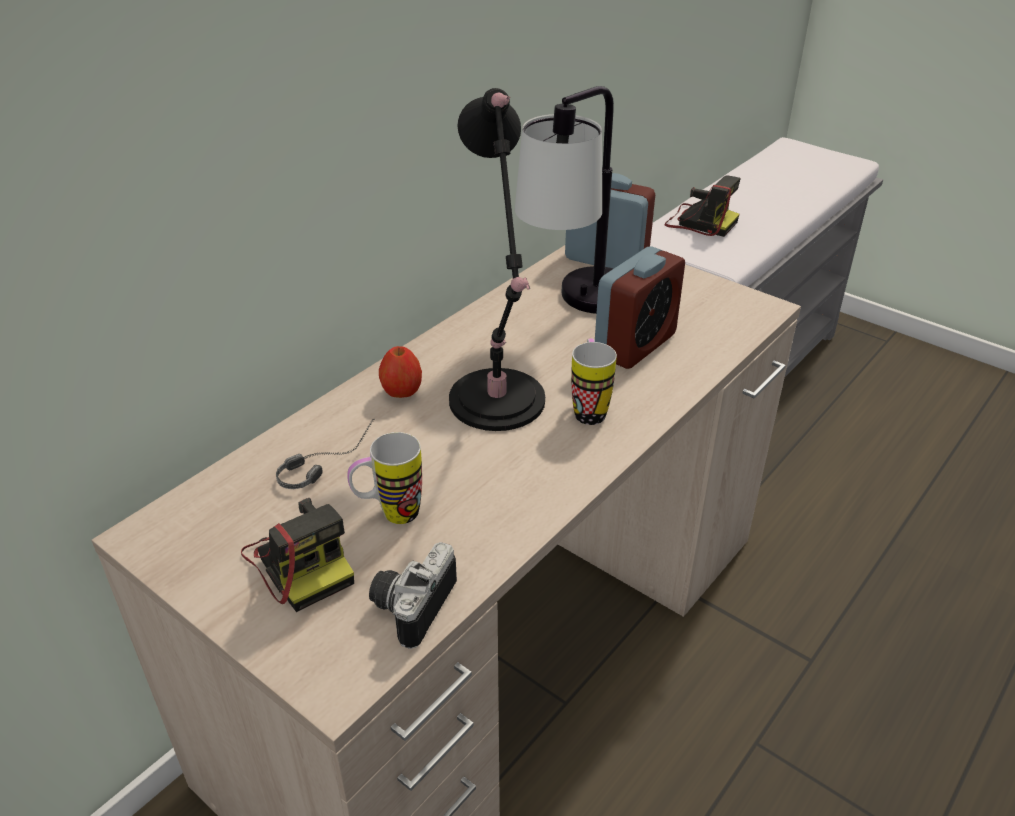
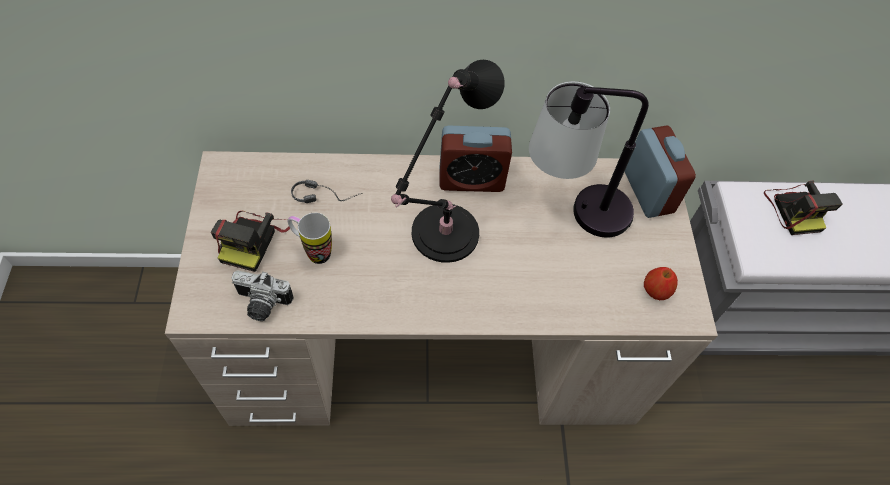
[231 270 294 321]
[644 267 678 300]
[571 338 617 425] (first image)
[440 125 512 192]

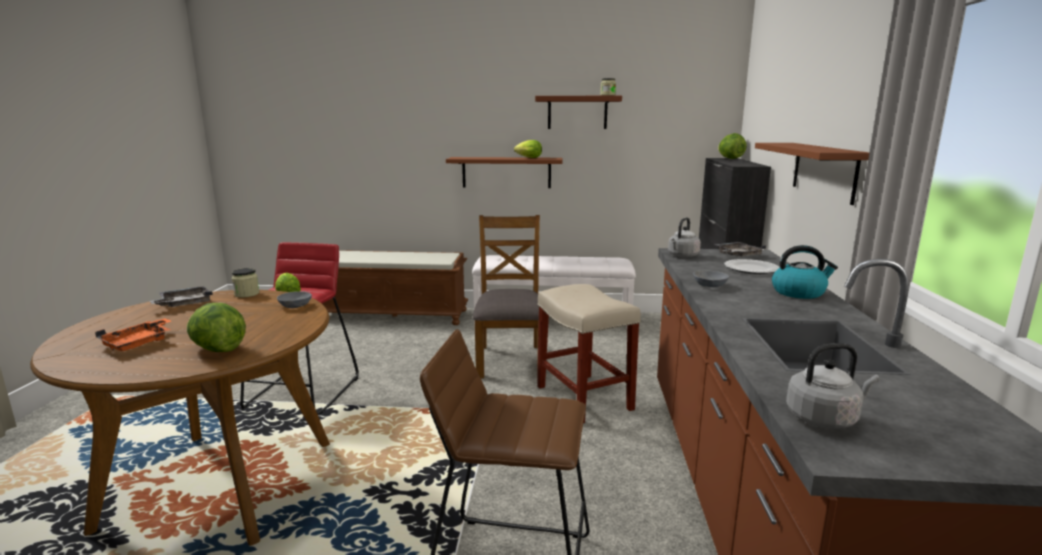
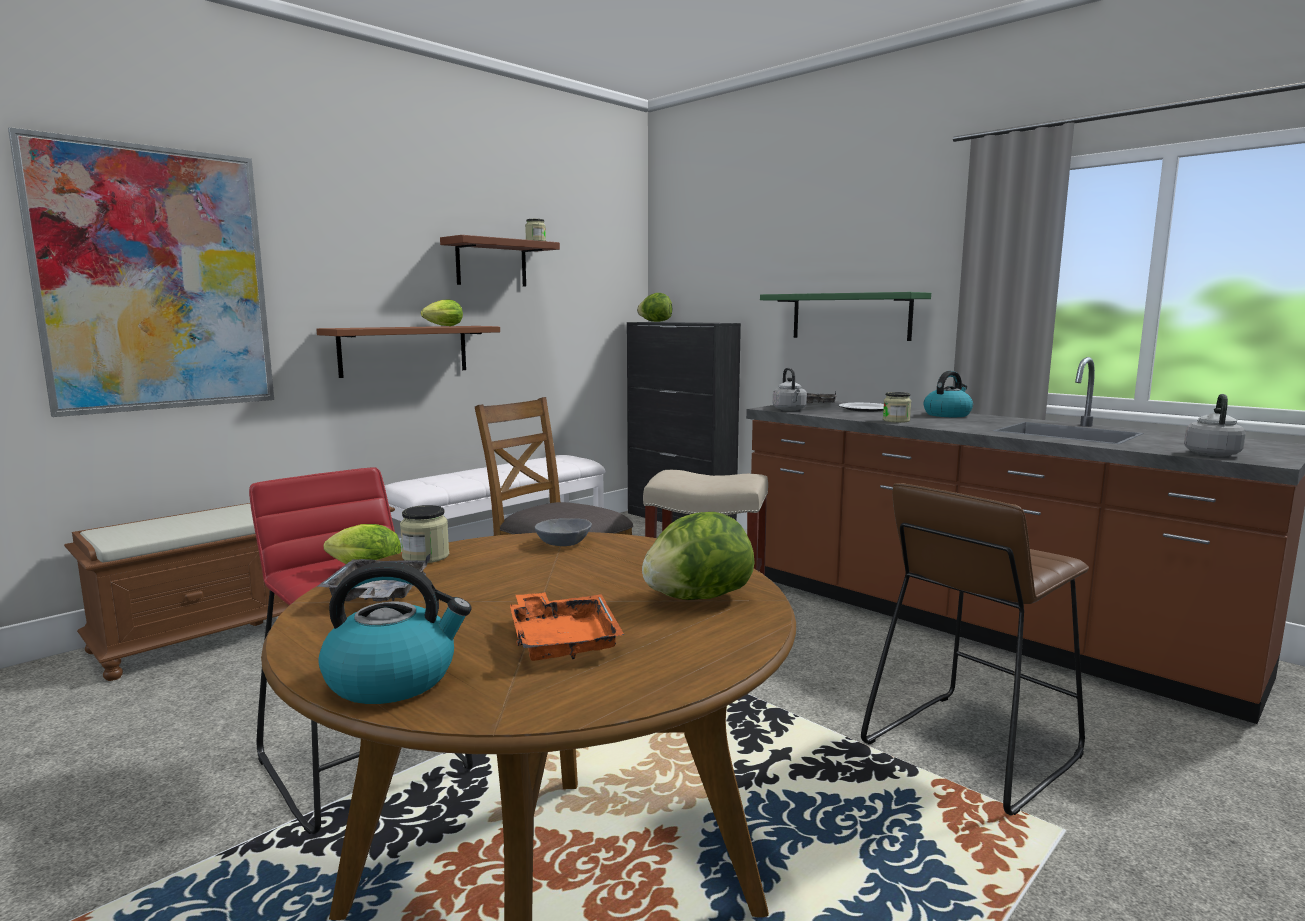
[883 392 911 423]
[760 292 931 341]
[8 127 274 417]
[318 562 472 704]

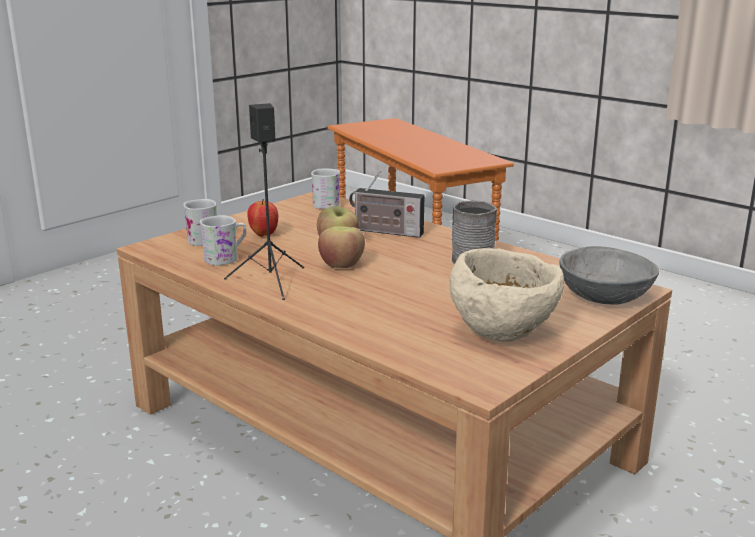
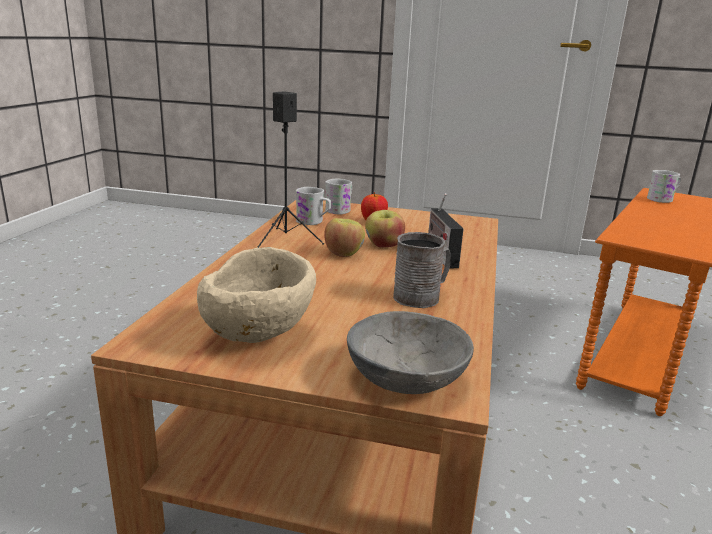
[647 170 681 203]

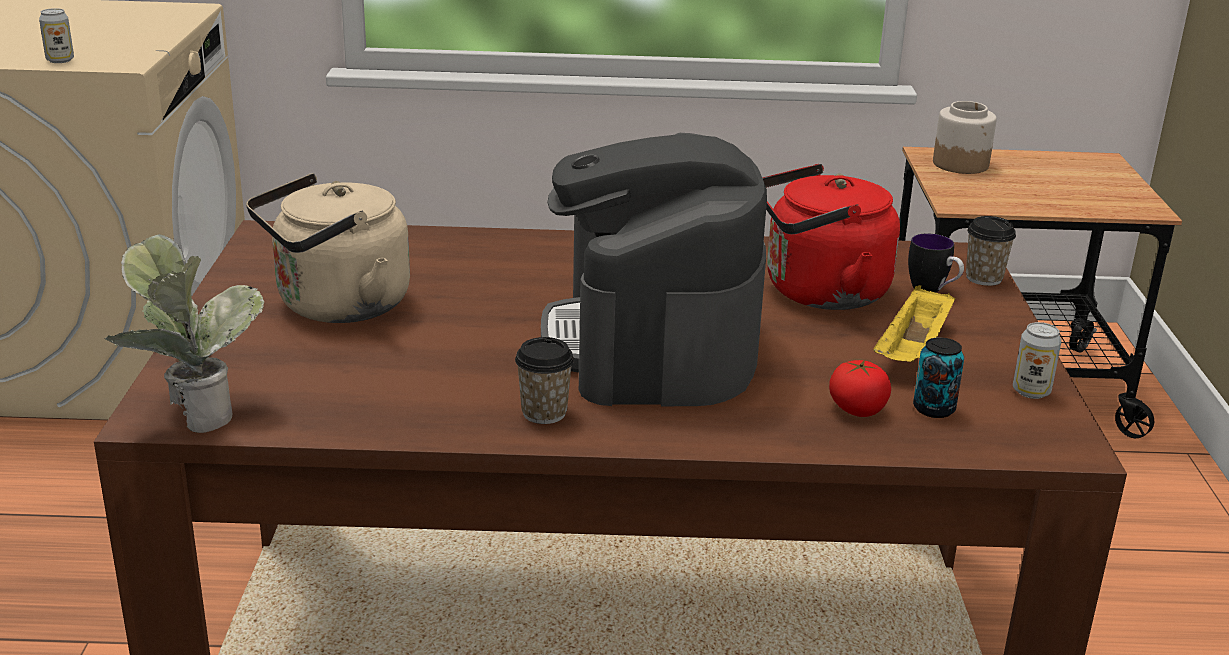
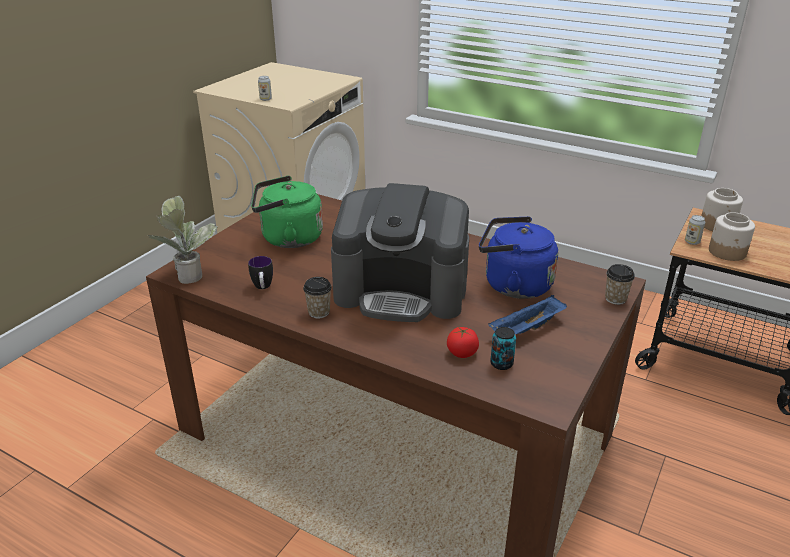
[251 176 323 248]
[331 183 469 322]
[479 216 558 299]
[488 295 567 334]
[248 256 273 289]
[685 215 705 245]
[709 212 755 261]

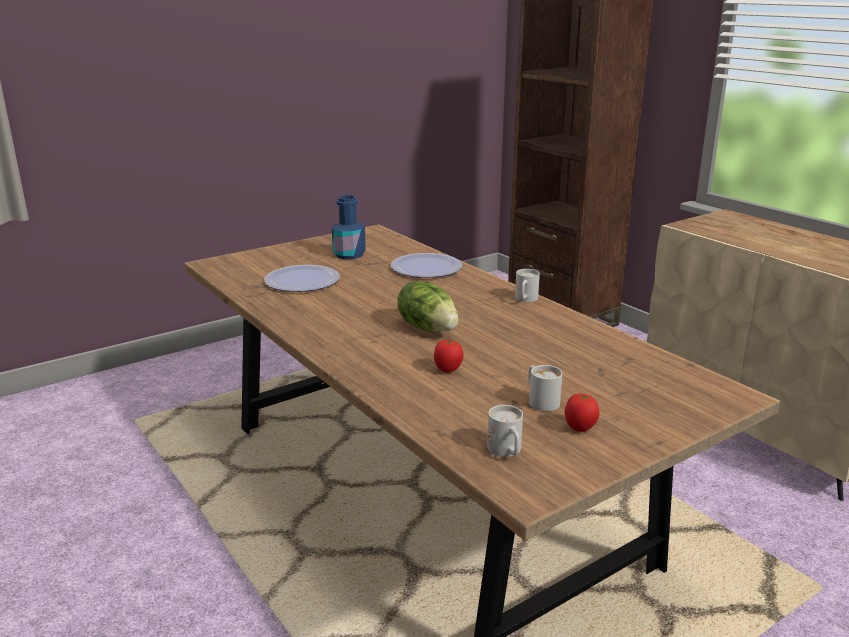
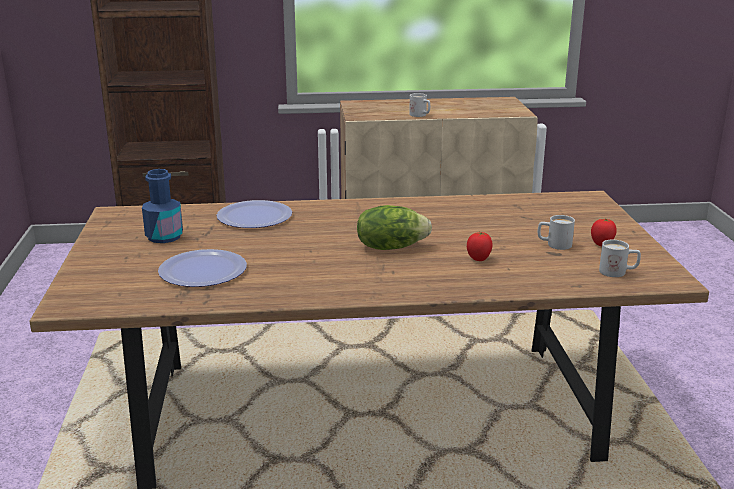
[409 93 430 117]

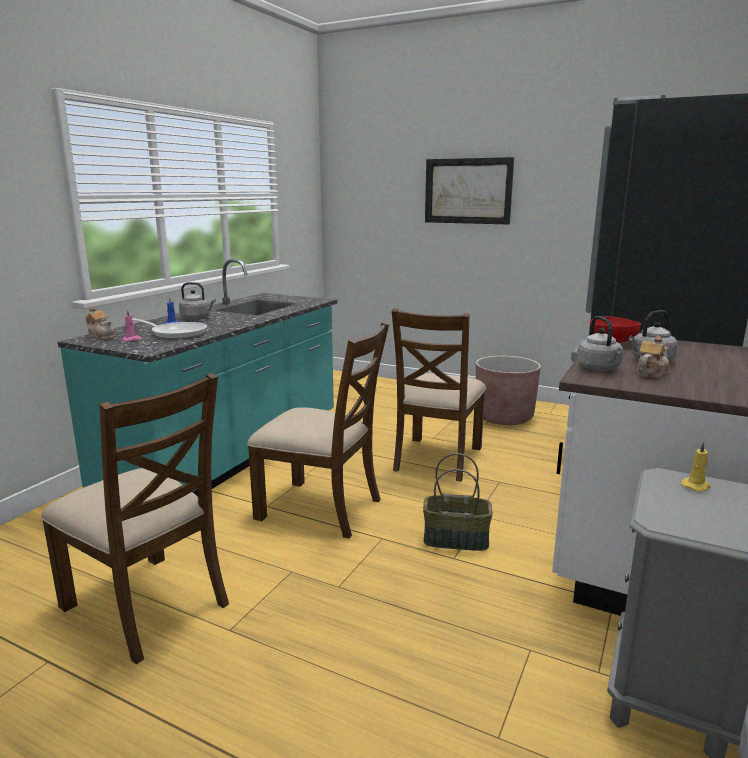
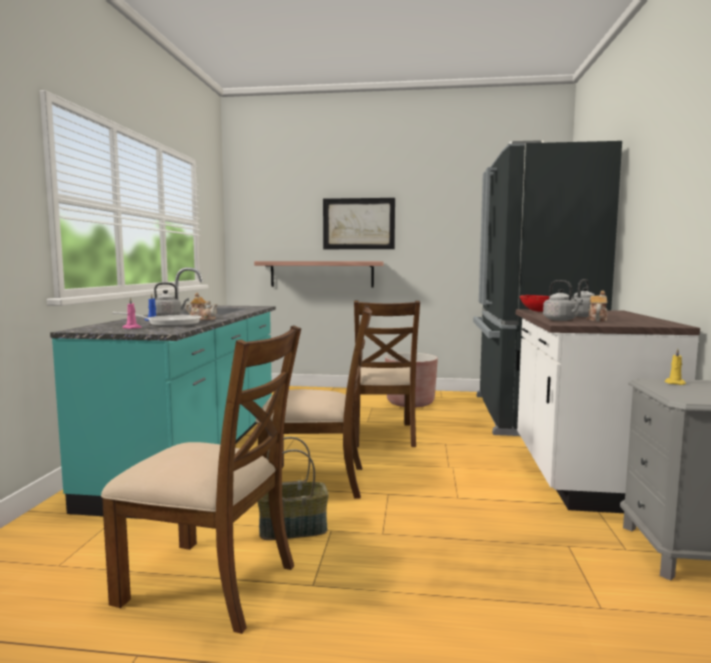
[186 293 218 320]
[258 437 329 540]
[254 261 384 288]

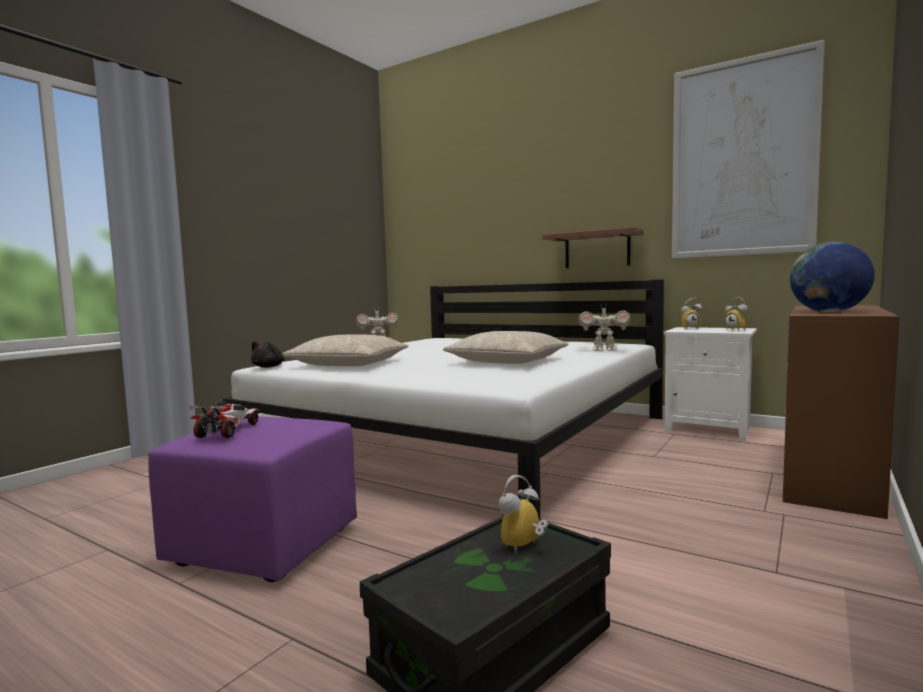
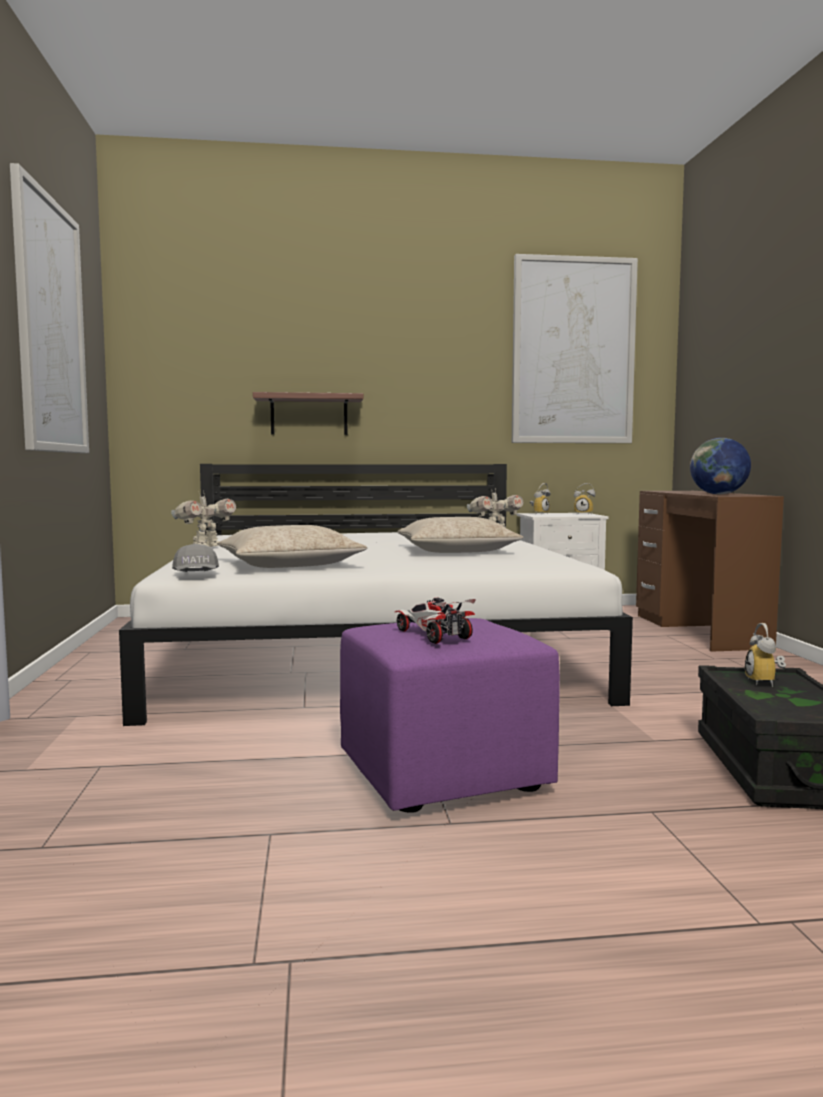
[172 544 219 572]
[253 392 364 435]
[10 163 89 453]

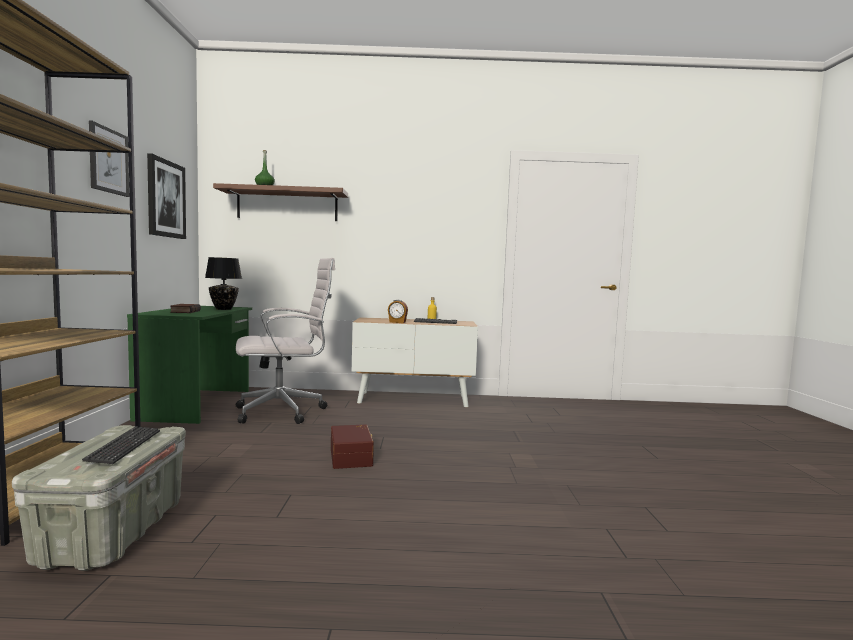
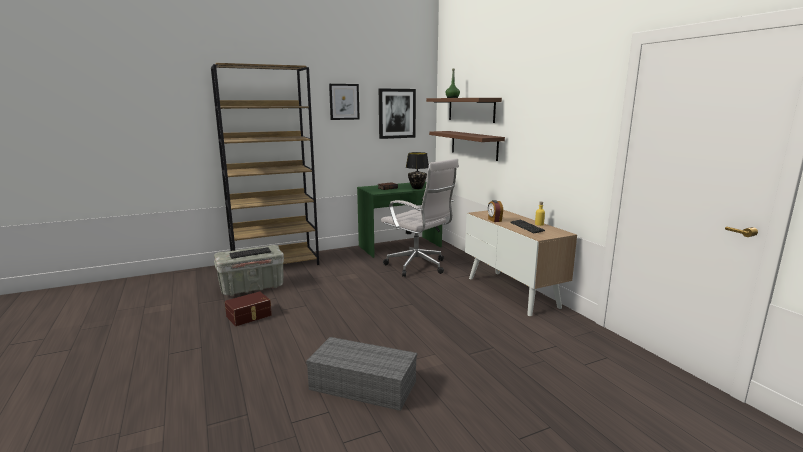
[225 292 272 326]
[306 337 417 411]
[429 131 505 161]

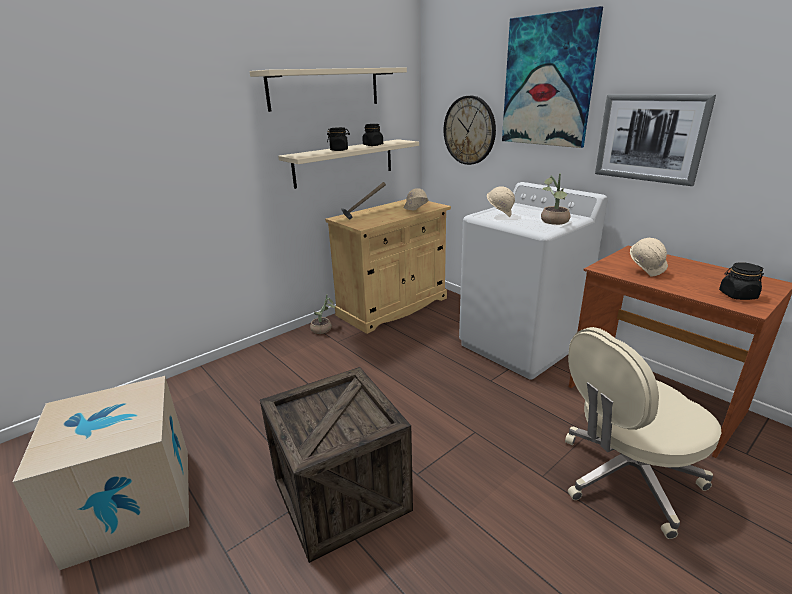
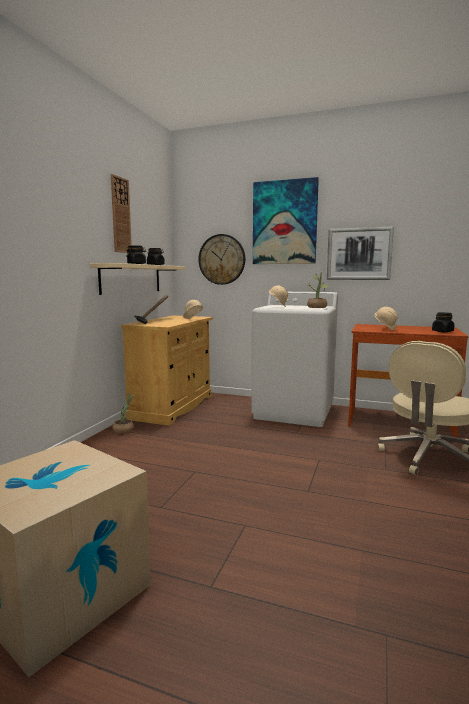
[111 174 132 253]
[260 367 413 563] (first image)

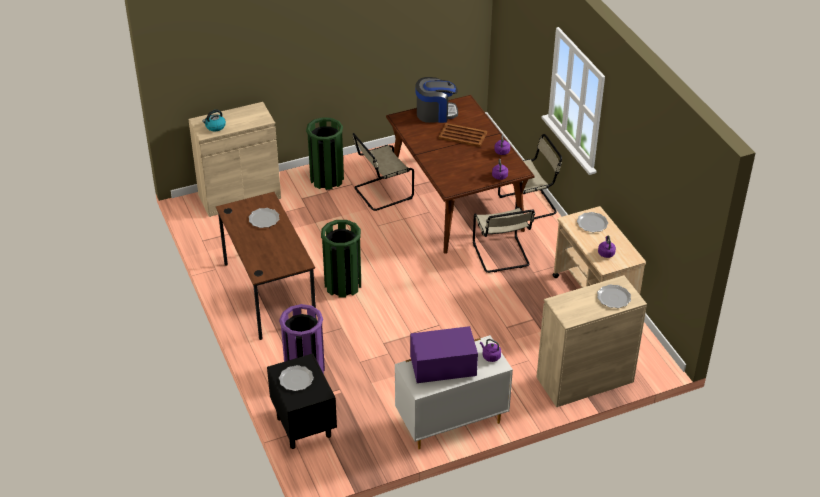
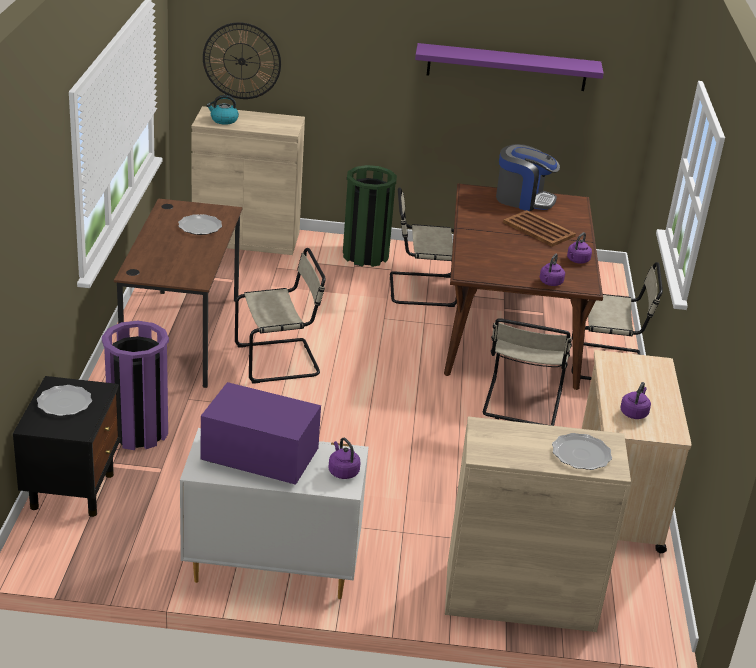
[235 248 326 384]
[577 212 608 232] (first image)
[203 22 281 99]
[415 43 604 91]

